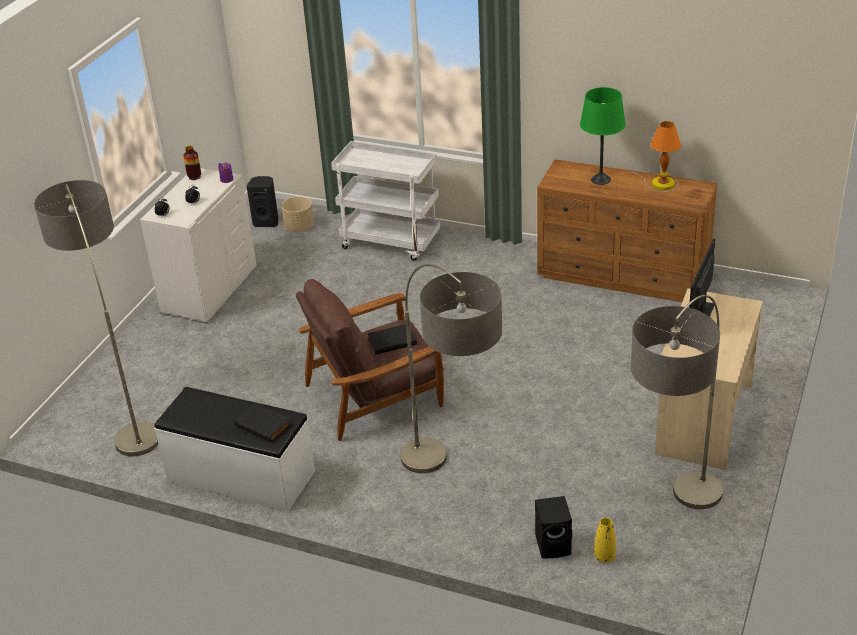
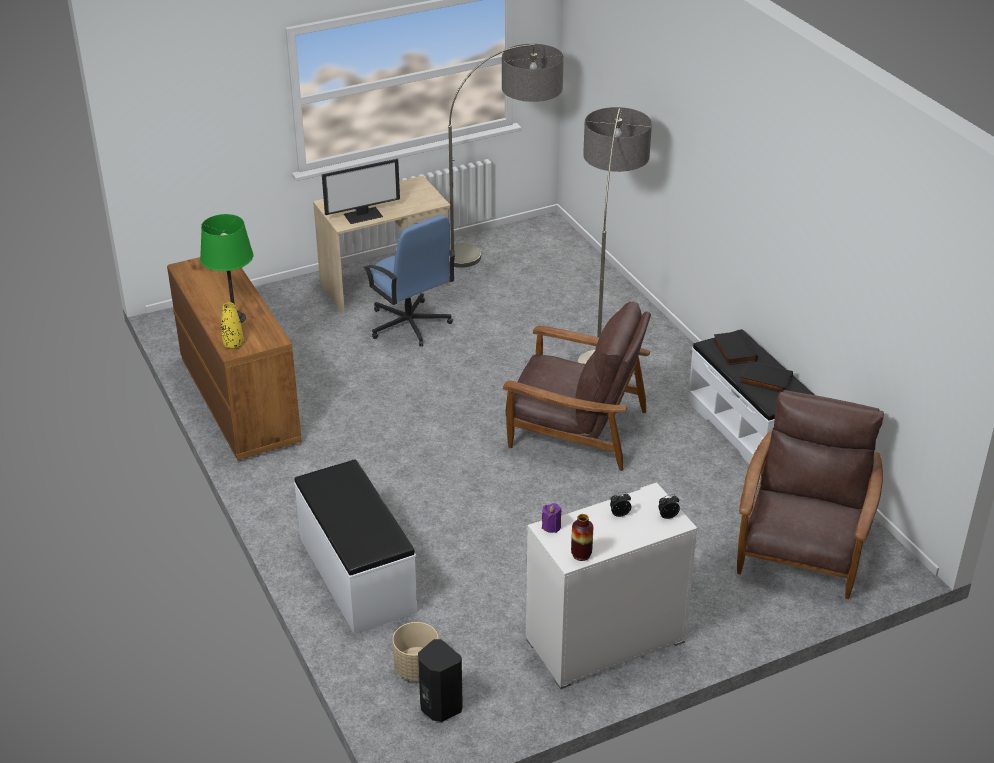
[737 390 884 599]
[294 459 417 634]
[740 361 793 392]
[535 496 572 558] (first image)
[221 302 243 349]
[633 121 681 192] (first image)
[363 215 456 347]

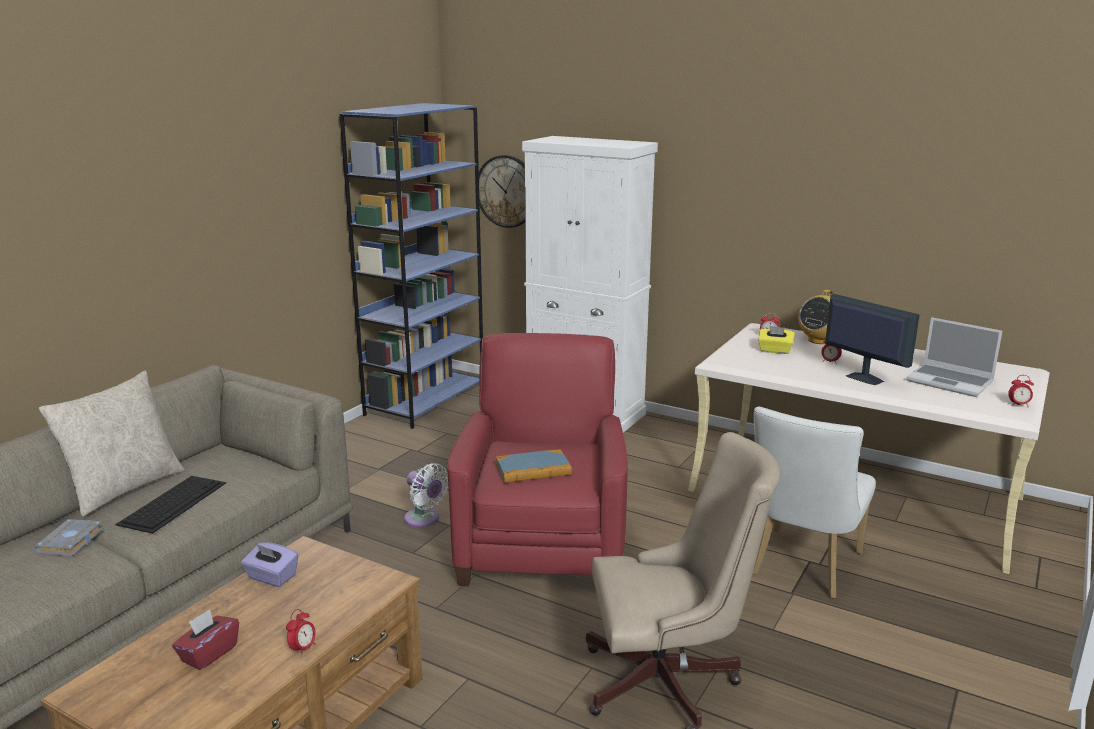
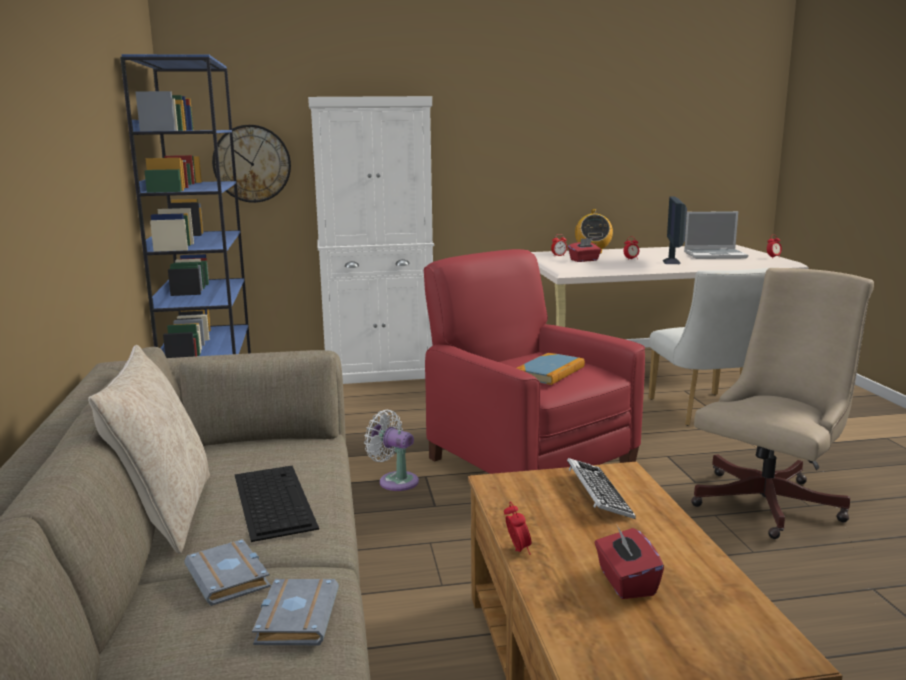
[241 542 298 587] (first image)
[504 502 531 555]
[364 410 419 491]
[568 238 601 262]
[663 196 687 264]
[252 579 339 645]
[567 458 636 519]

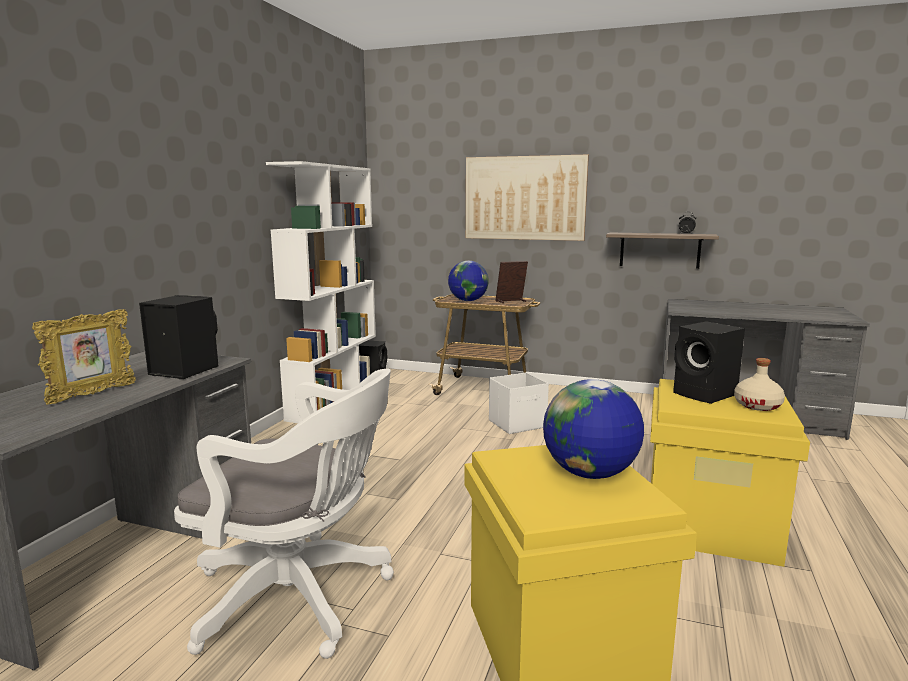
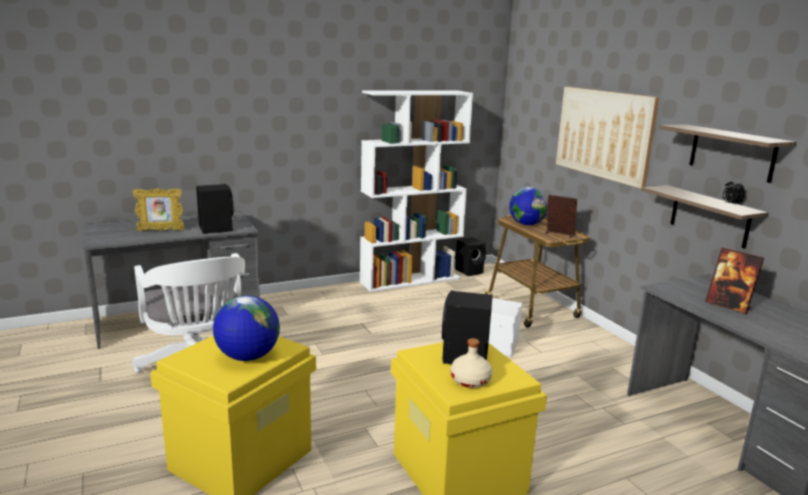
[659 124 796 183]
[705 247 764 314]

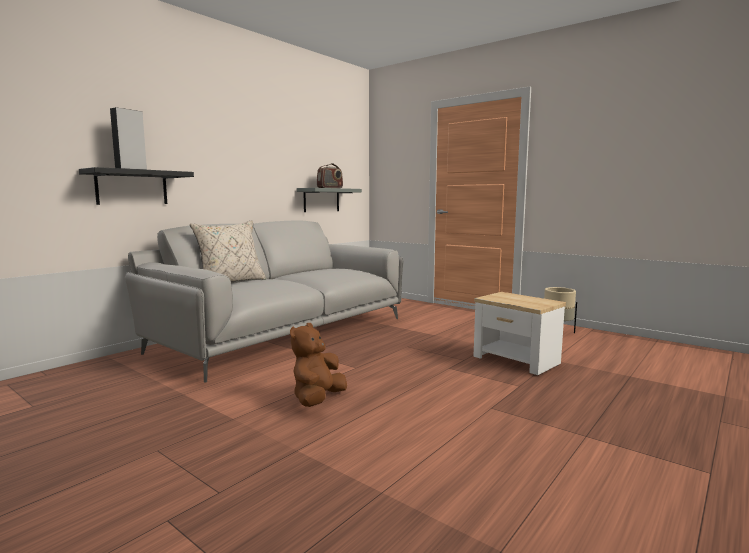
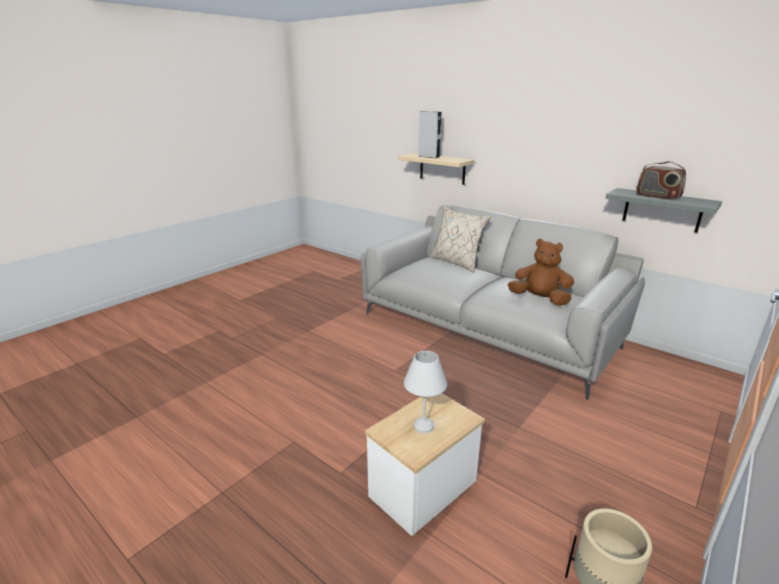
[398 153 474 185]
[508 239 574 306]
[404 351 447 433]

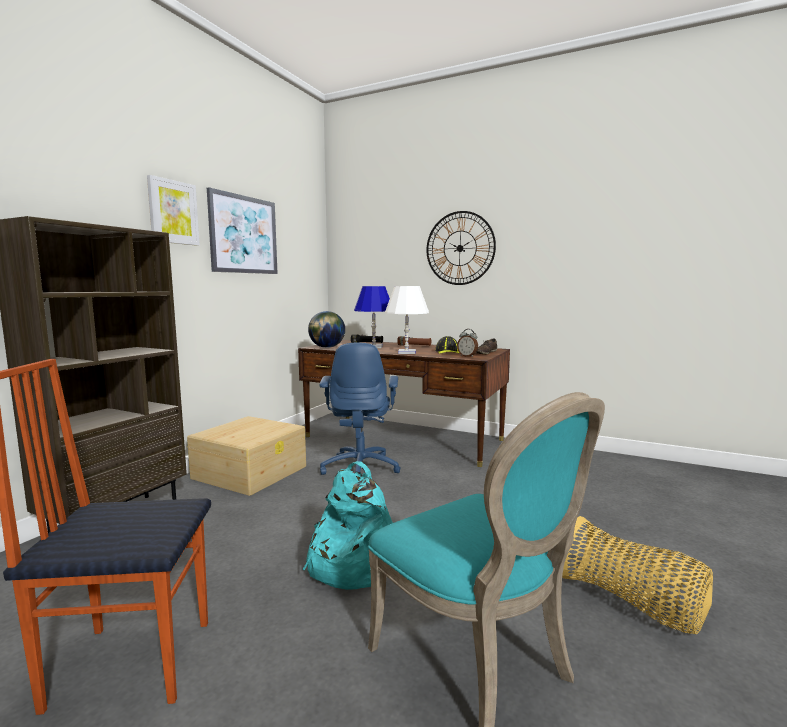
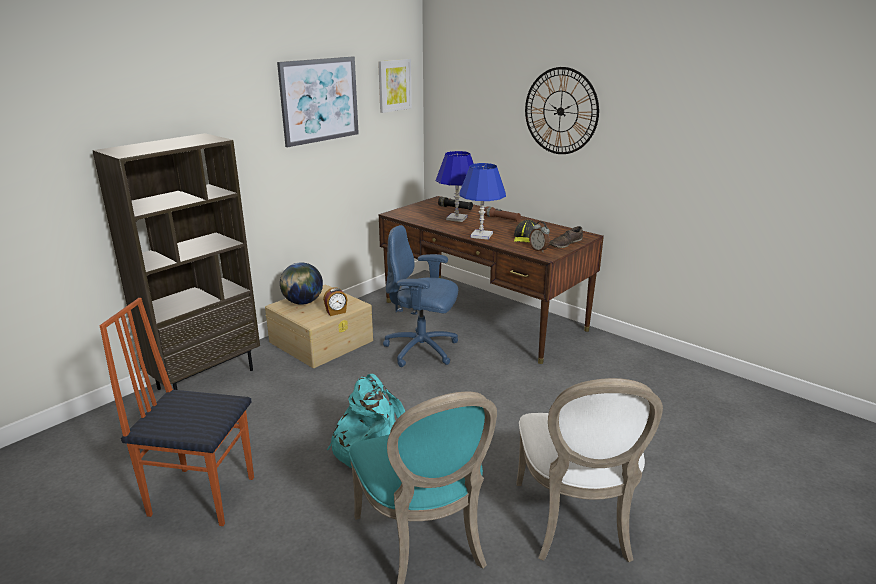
[378 59 412 113]
[280 262 323 305]
[383 225 458 367]
[459 163 506 240]
[516 378 663 562]
[323 288 348 316]

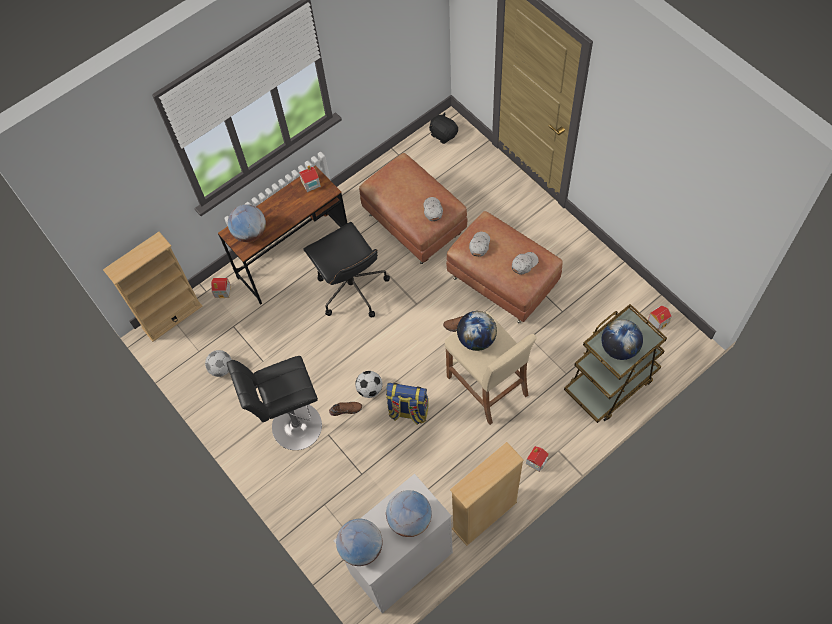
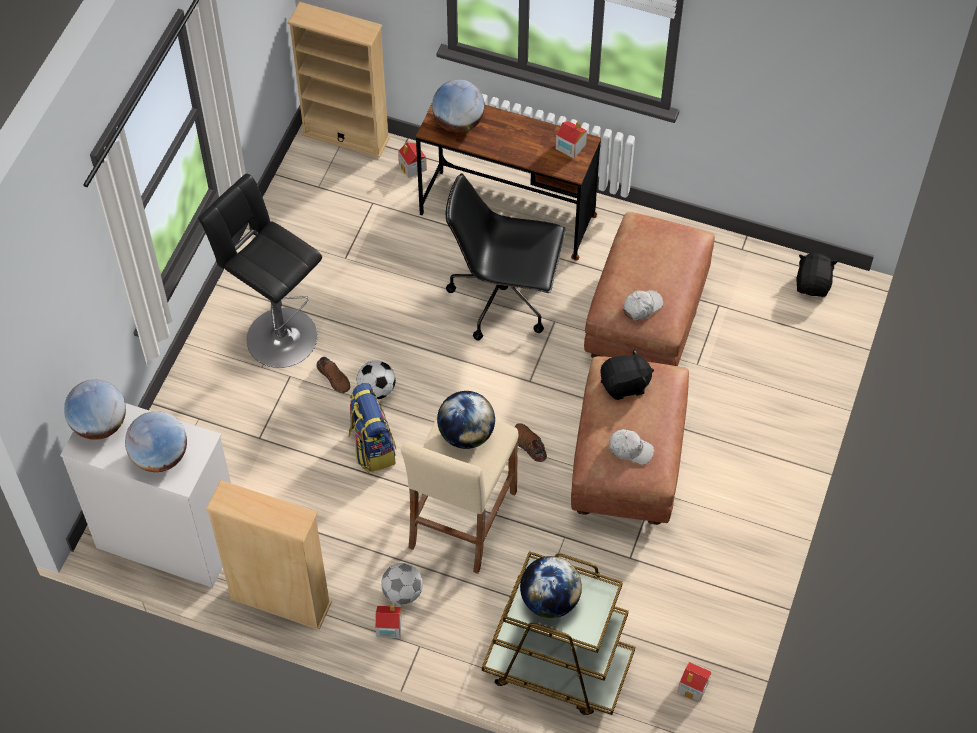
[381 563 423 605]
[446 173 566 341]
[600 349 654 400]

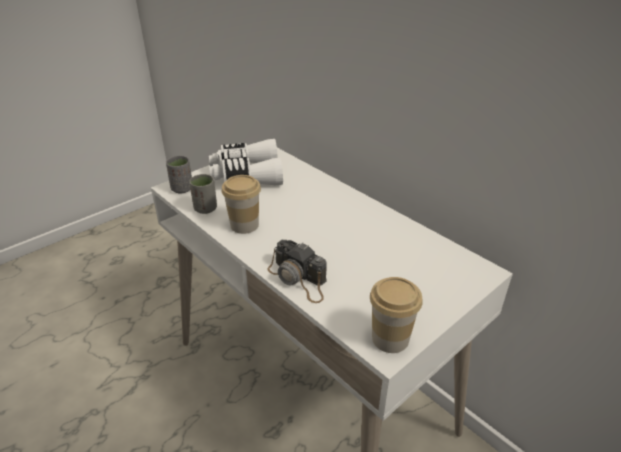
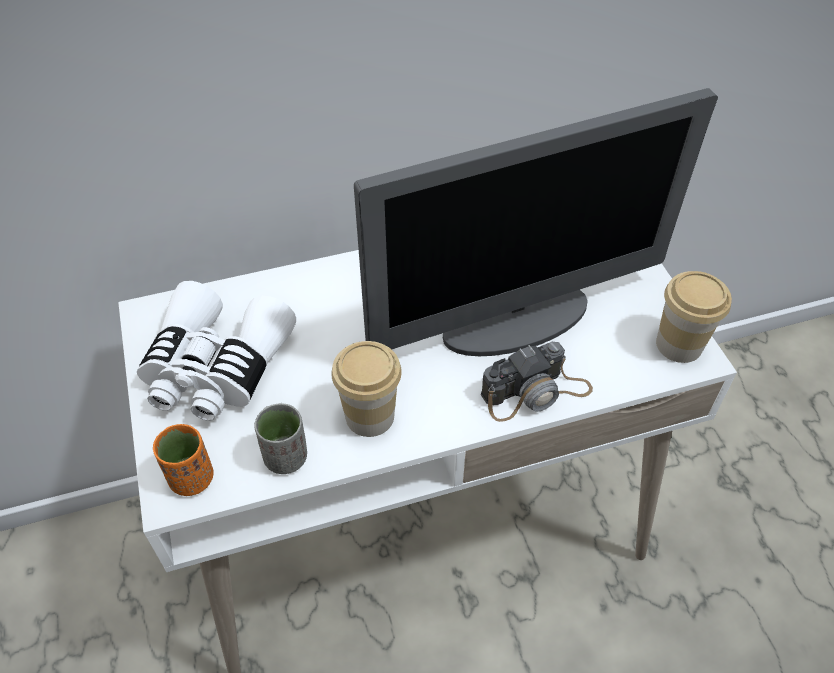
[153 424 214 496]
[354 88 718 356]

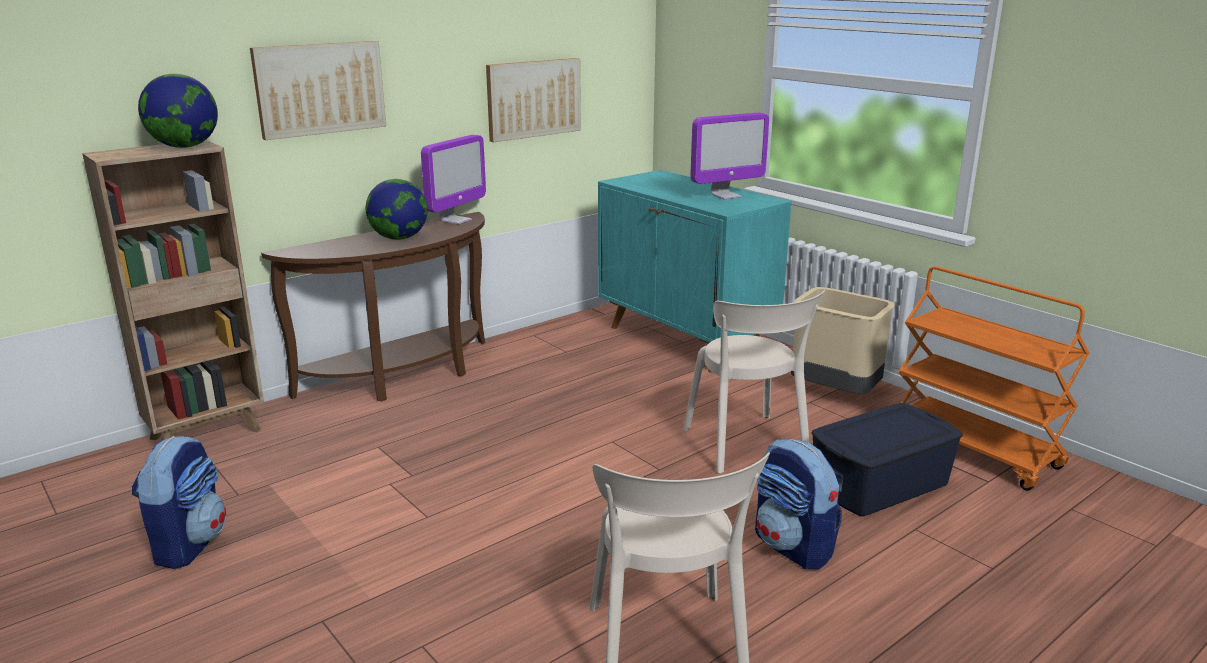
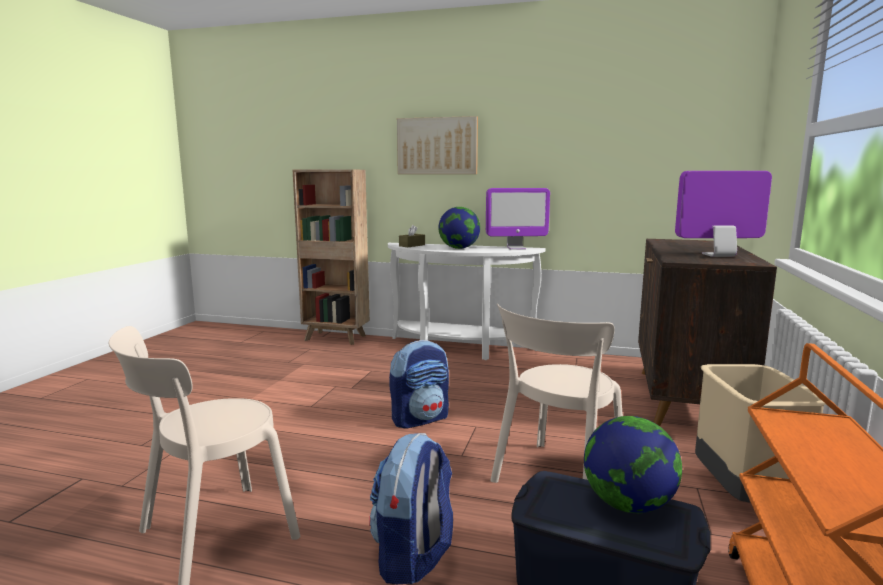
[389 340 449 429]
[584 416 682 513]
[388 243 545 360]
[486 58 581 142] (first image)
[638 239 777 426]
[675 171 772 257]
[399 225 425 247]

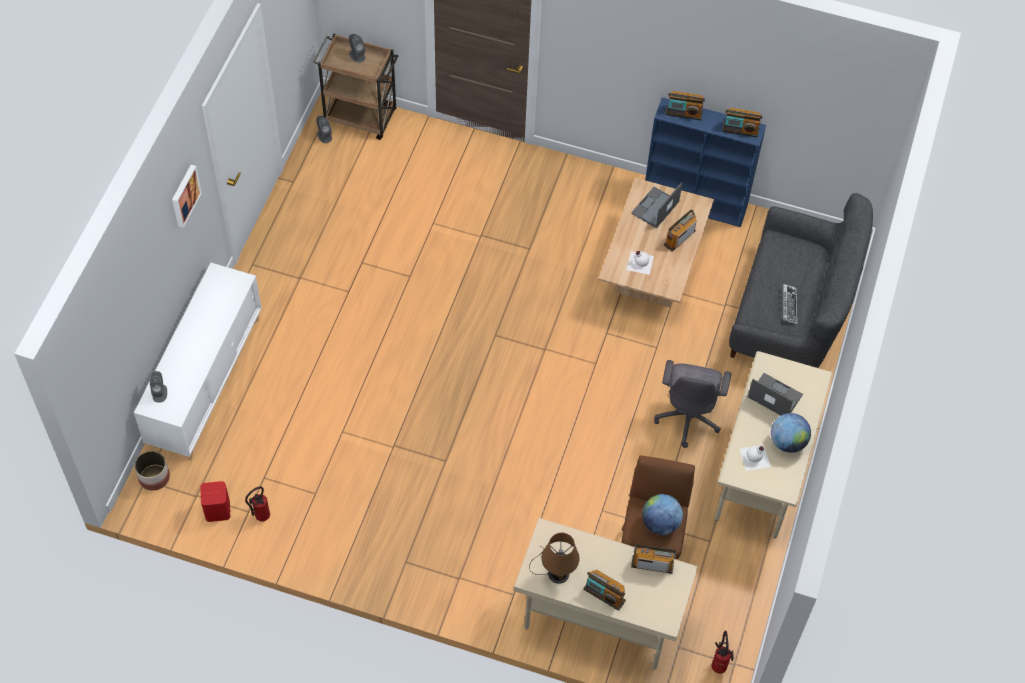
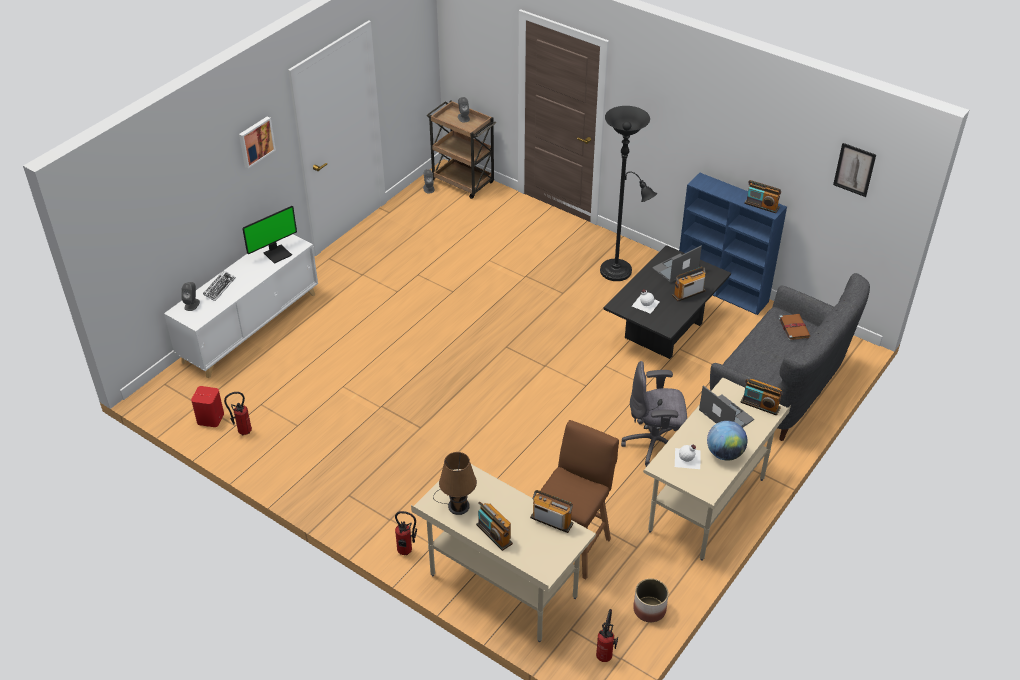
[633 579 668 622]
[604 245 731 359]
[642 494 683 535] (first image)
[621 361 687 467]
[740 379 783 415]
[203 270 236 301]
[242 206 297 264]
[395 511 417 555]
[600 106 657 281]
[779 314 810 340]
[833 143 876 197]

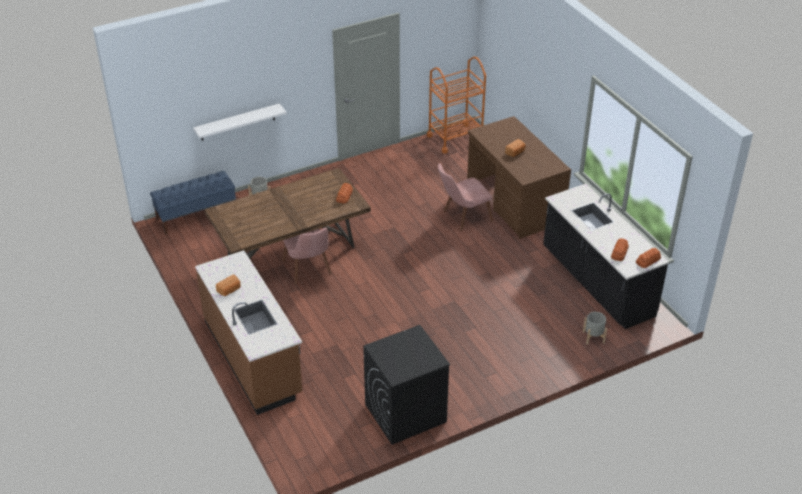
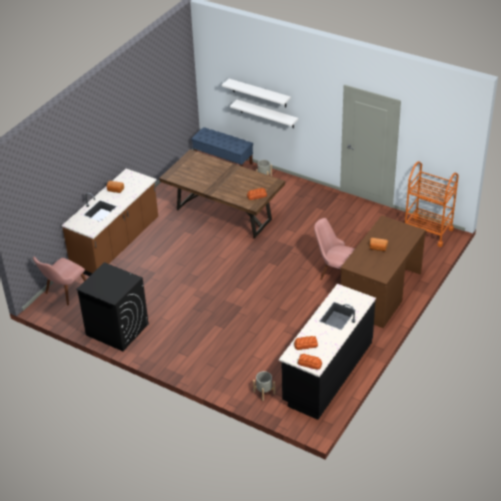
[33 257 86 305]
[222 79 291 107]

